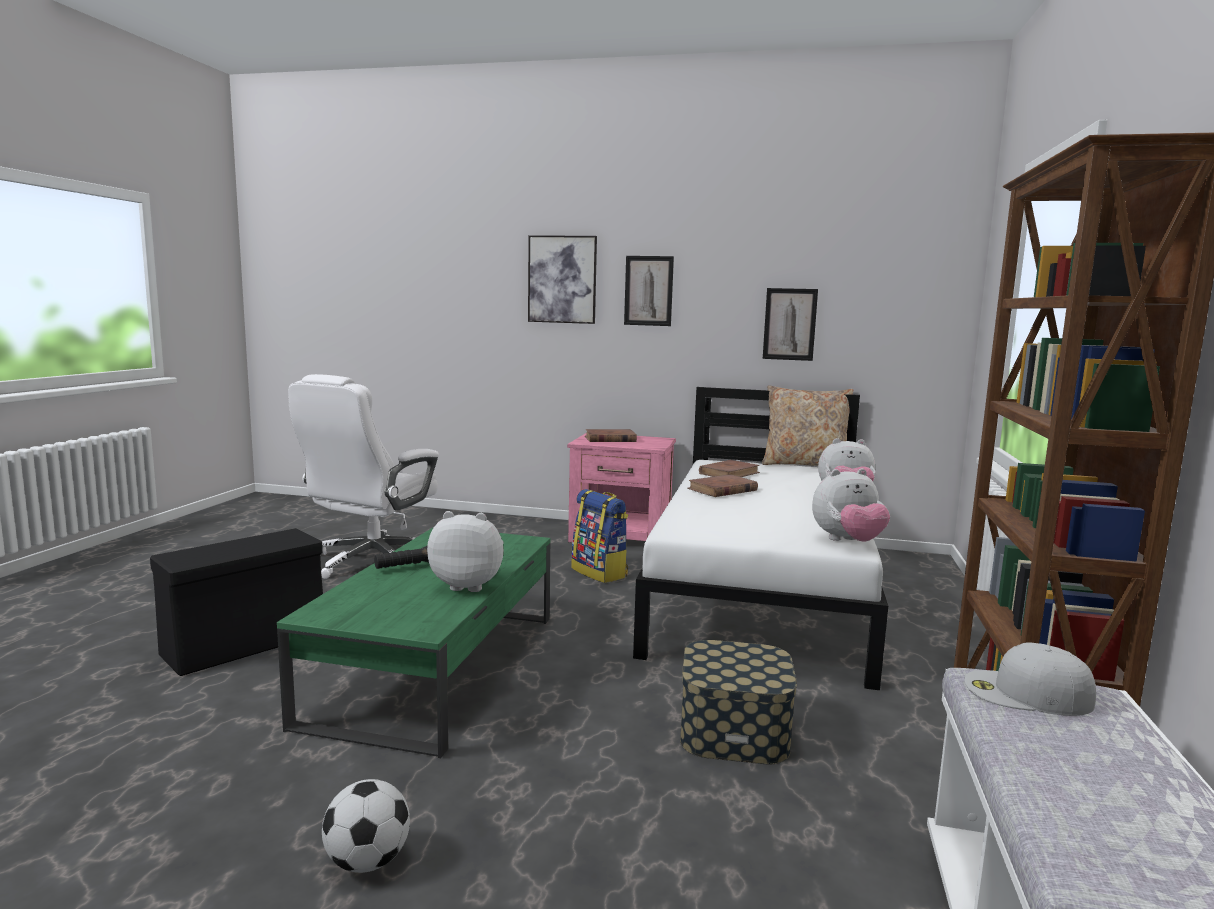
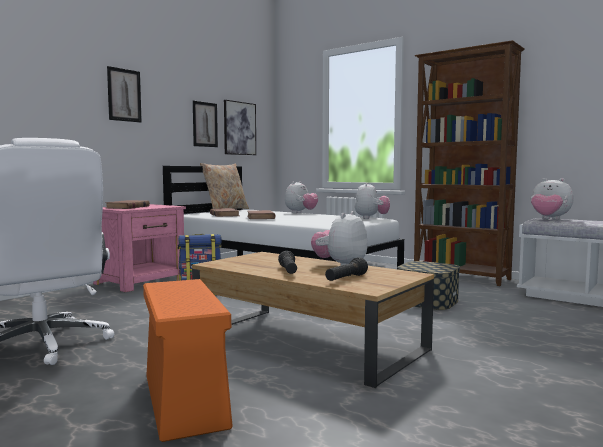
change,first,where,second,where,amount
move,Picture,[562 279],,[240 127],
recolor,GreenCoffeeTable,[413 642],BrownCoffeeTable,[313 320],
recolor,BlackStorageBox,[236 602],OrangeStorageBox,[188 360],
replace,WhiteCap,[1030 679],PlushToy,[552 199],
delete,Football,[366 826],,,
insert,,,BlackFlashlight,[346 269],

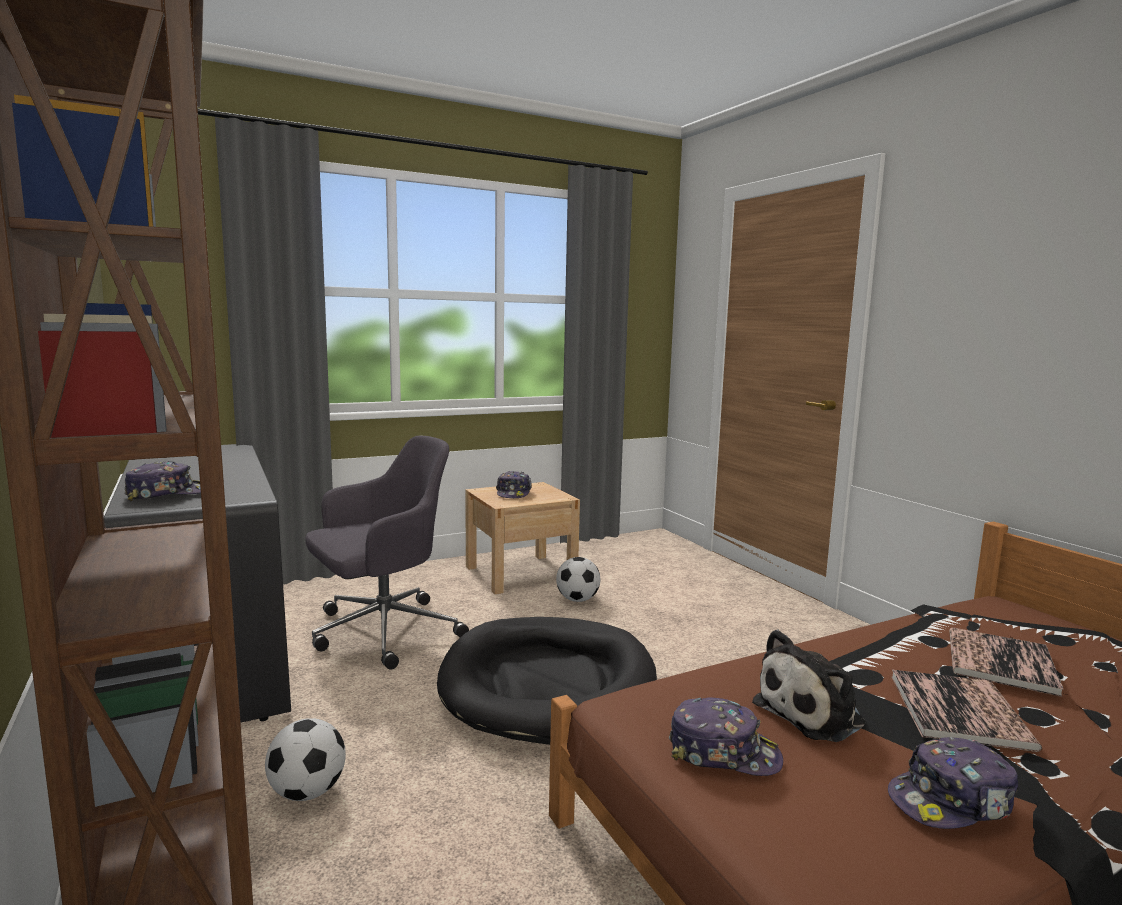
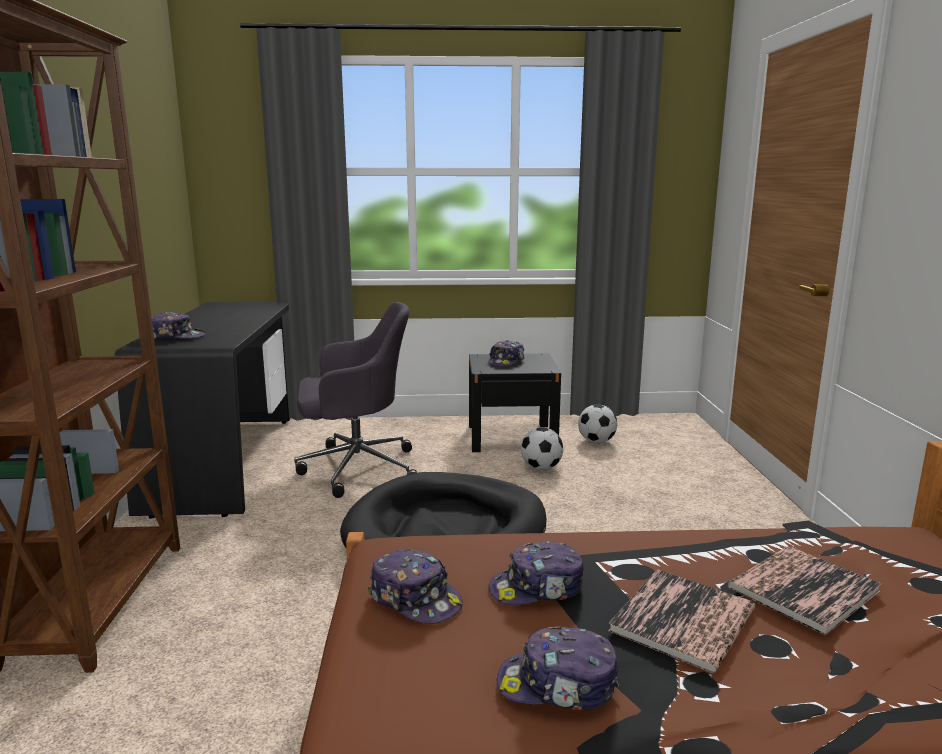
change,first,where,second,where,amount
recolor,BeigeNightstand,[522 538],BlackNightstand,[515 403],
replace,PlushToy,[808 686],Cap,[536 573],
move,Football,[305 759],,[597 423],

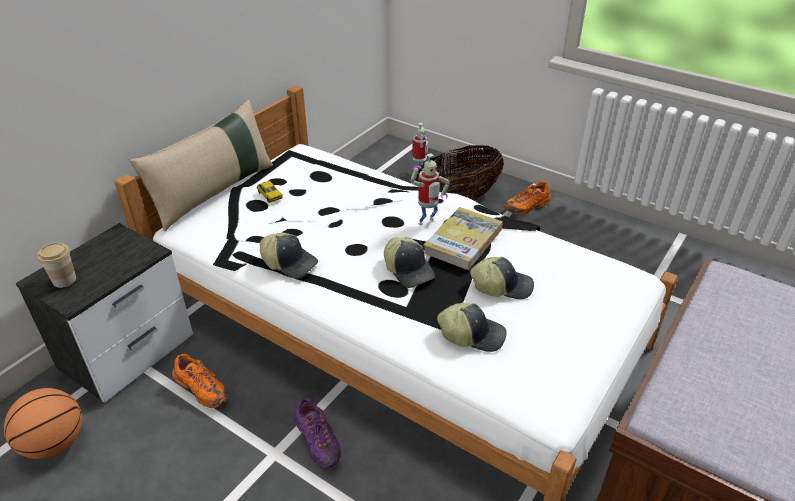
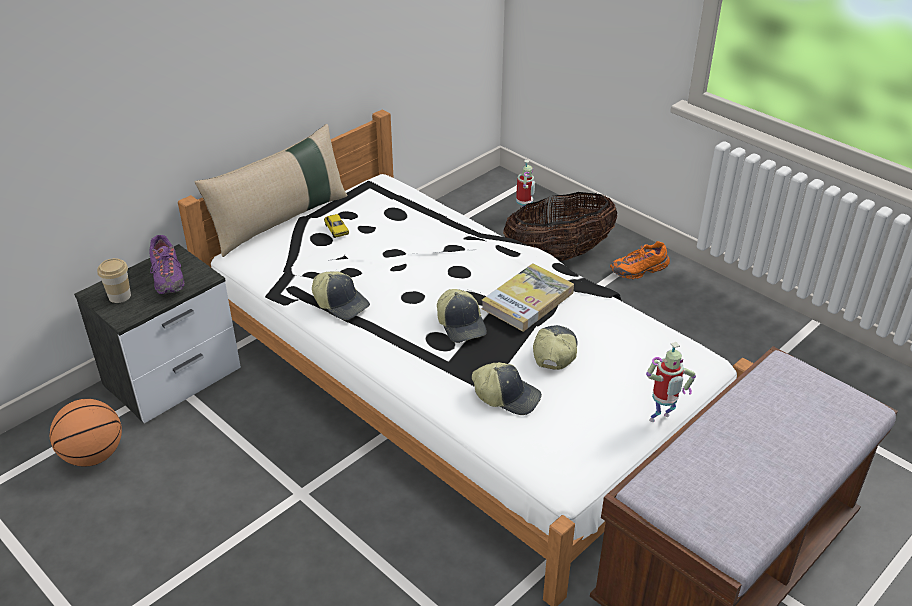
change,first,where,second,where,amount
move,ToyRobot,[430 189],,[671 382],
rotate,Cap,[502 278],,[555 347],90 degrees counterclockwise
delete,OrangeShoe,[200 381],,,
move,PurpleShoe,[317 433],,[167 264],

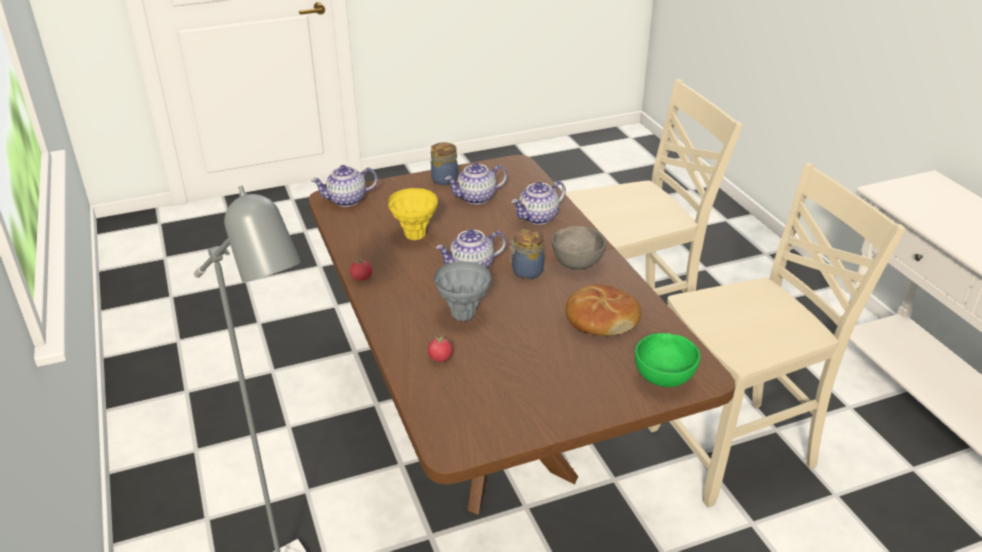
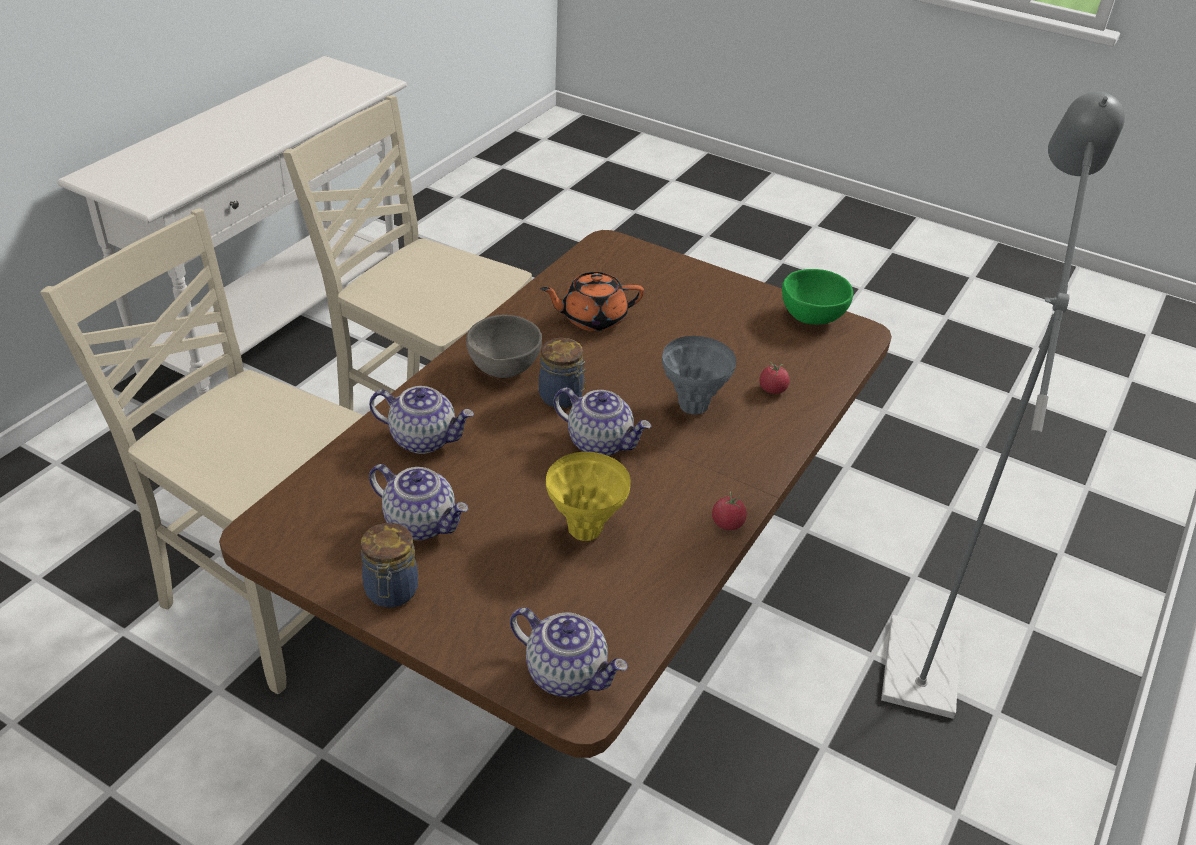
change,first,where,second,where,amount
replace,Bread,[603 310],OrangeTeapot,[592 301],
move,GreenBowl,[668 360],,[817 297],

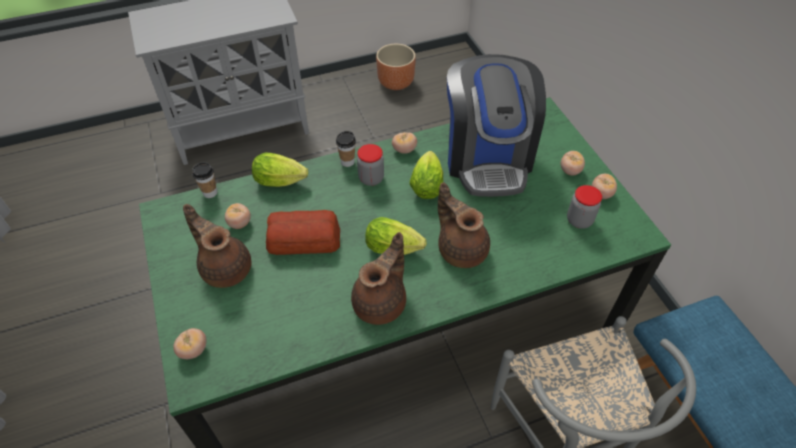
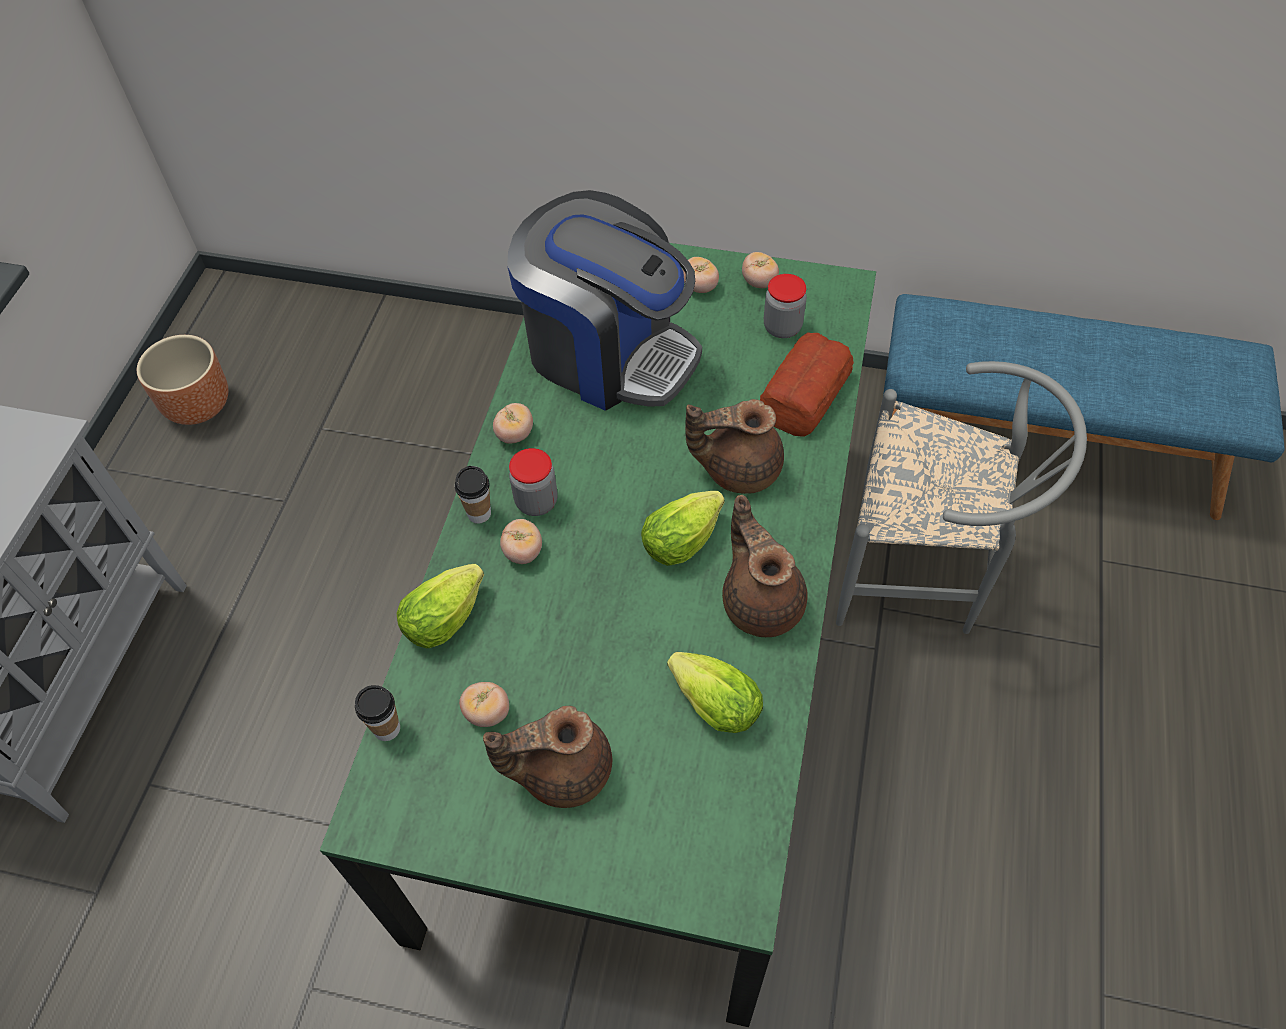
change,first,where,second,where,amount
move,Lettuce,[426 175],,[715 692],
move,Bread,[303 232],,[807 384],
move,Tomato,[189 343],,[521 541],

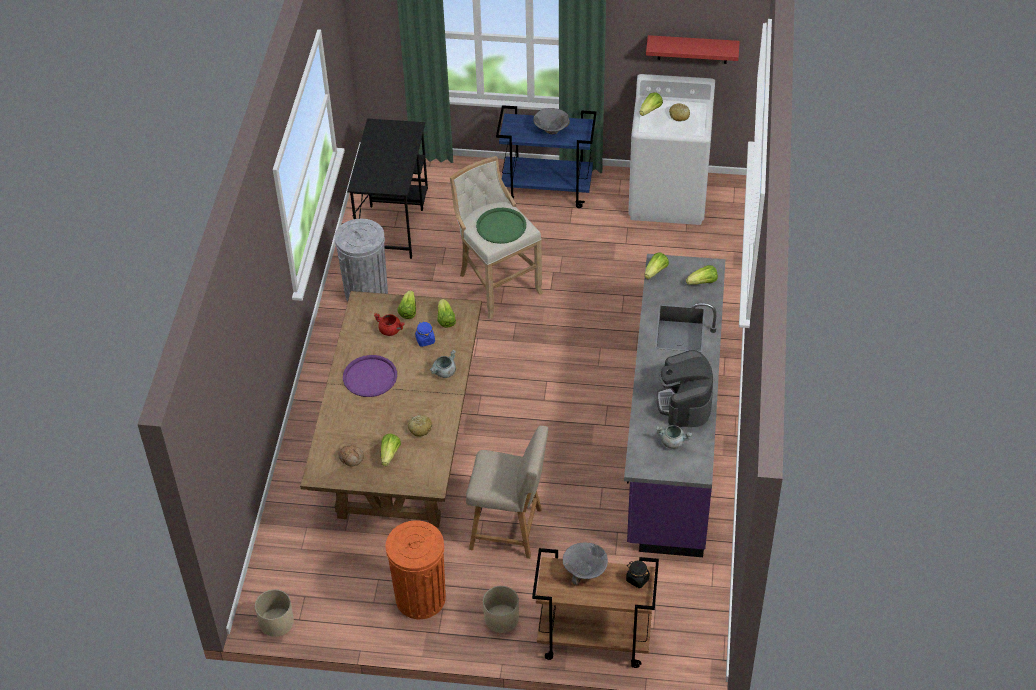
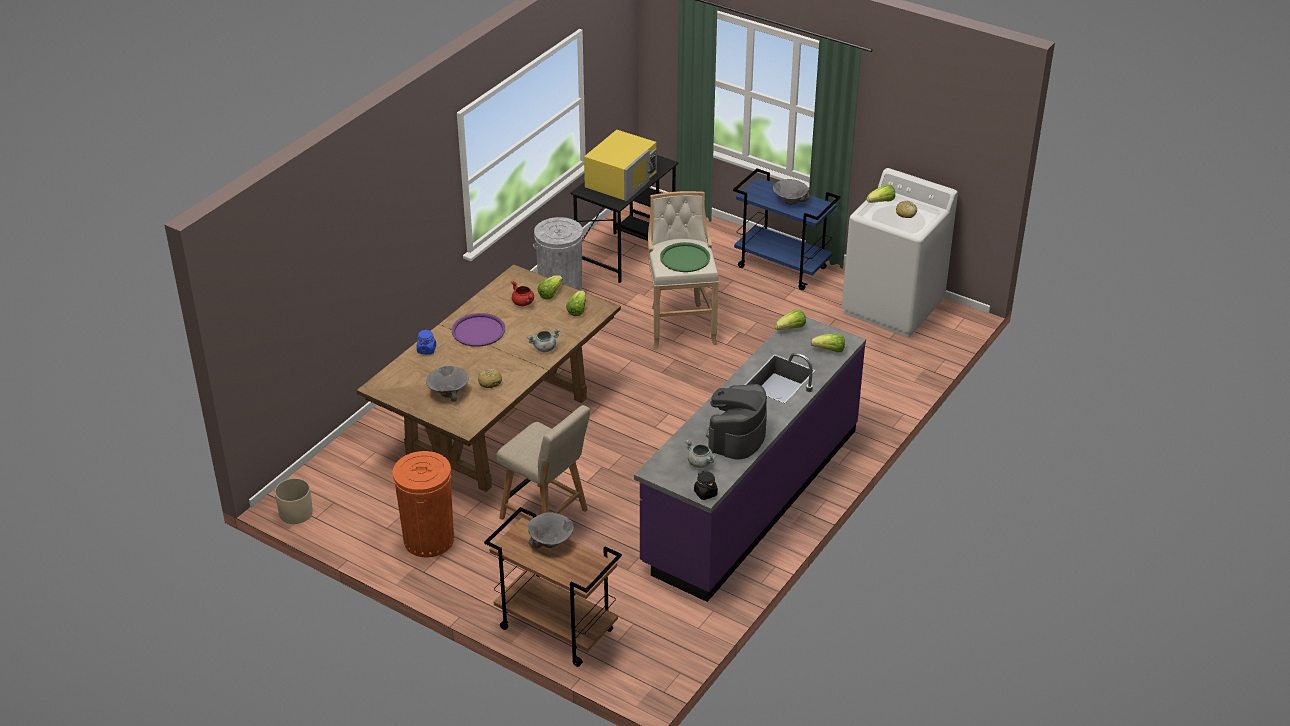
change,first,where,second,where,amount
delete,RedShelf,[693 49],,,
move,BlueJar,[425 334],,[426 342],
replace,Lettuce,[391 449],GreyBowl,[447 384],
delete,Bread,[351 455],,,
move,BlackJar,[638 574],,[706 485],
delete,BeigePlanter,[501 609],,,
insert,,,YellowMicrowave,[620 165],

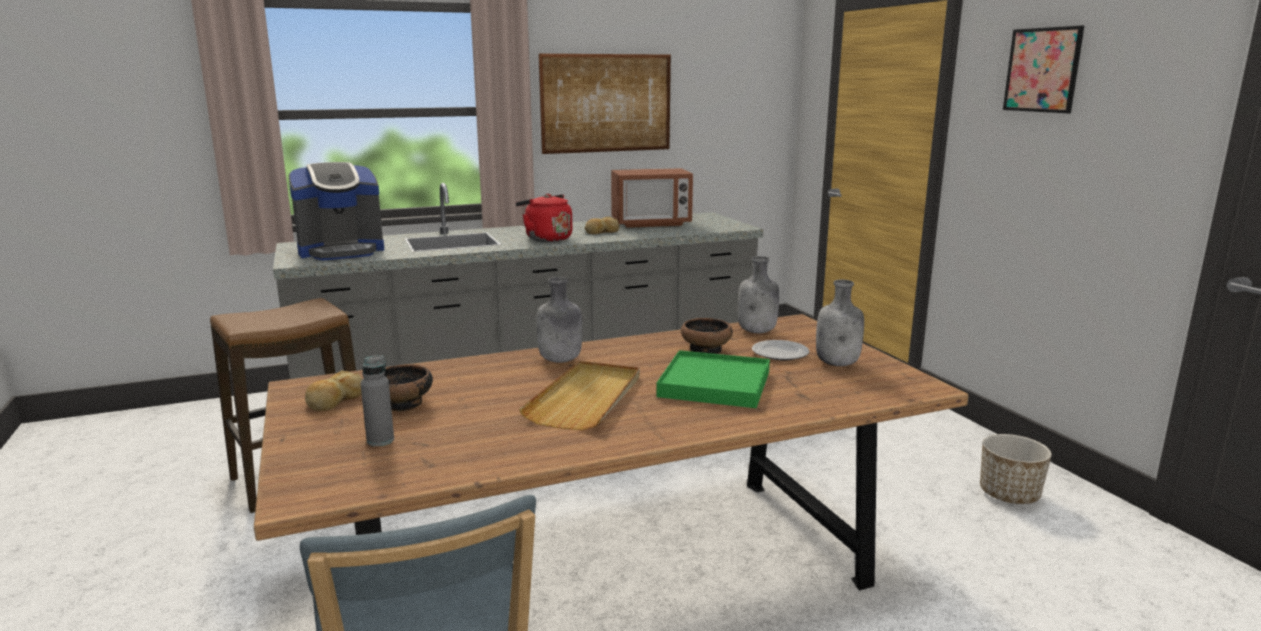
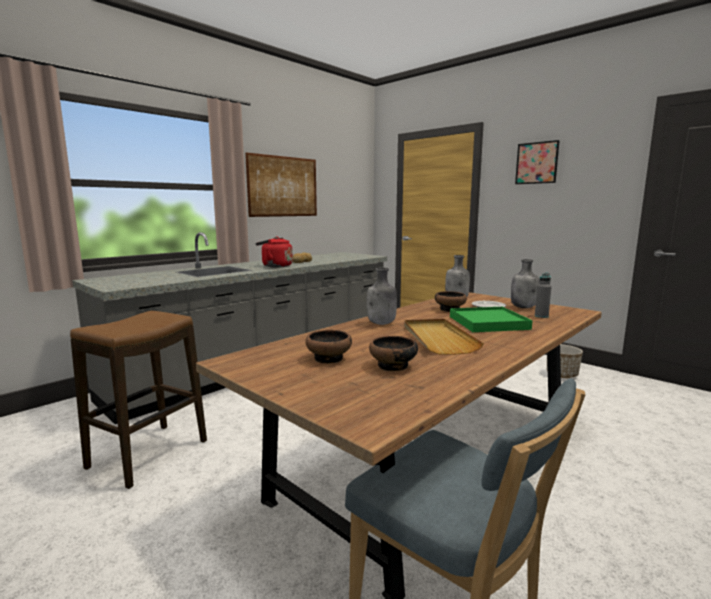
change,first,where,second,where,amount
delete,CoffeeMachine,[336 211],,,
delete,Microwave,[652 198],,,
move,GreyBottle,[377 400],,[543 295],
delete,Bread,[334 390],,,
insert,,,Bowl,[393 353],

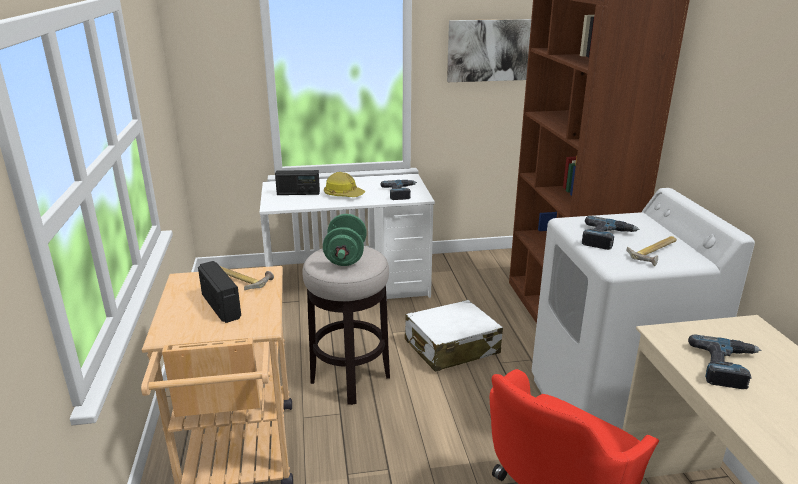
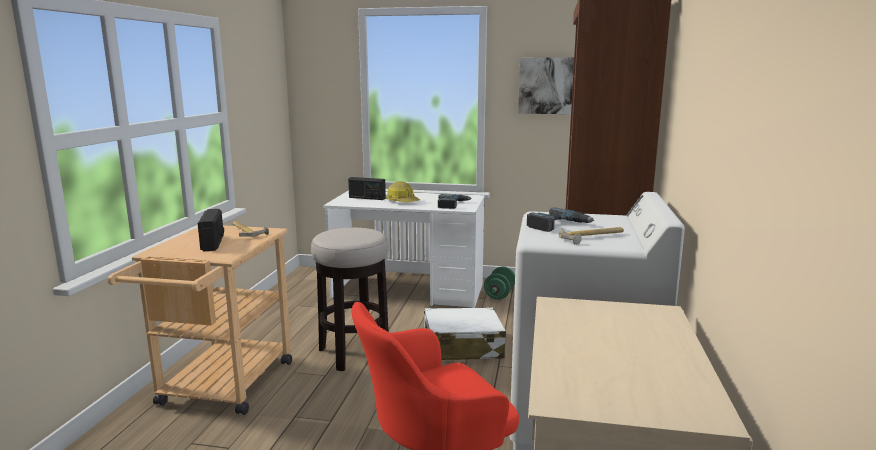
change,first,where,second,where,amount
move,GreenDumbbell,[345 240],,[499 283],
delete,PowerDrill,[724 362],,,

